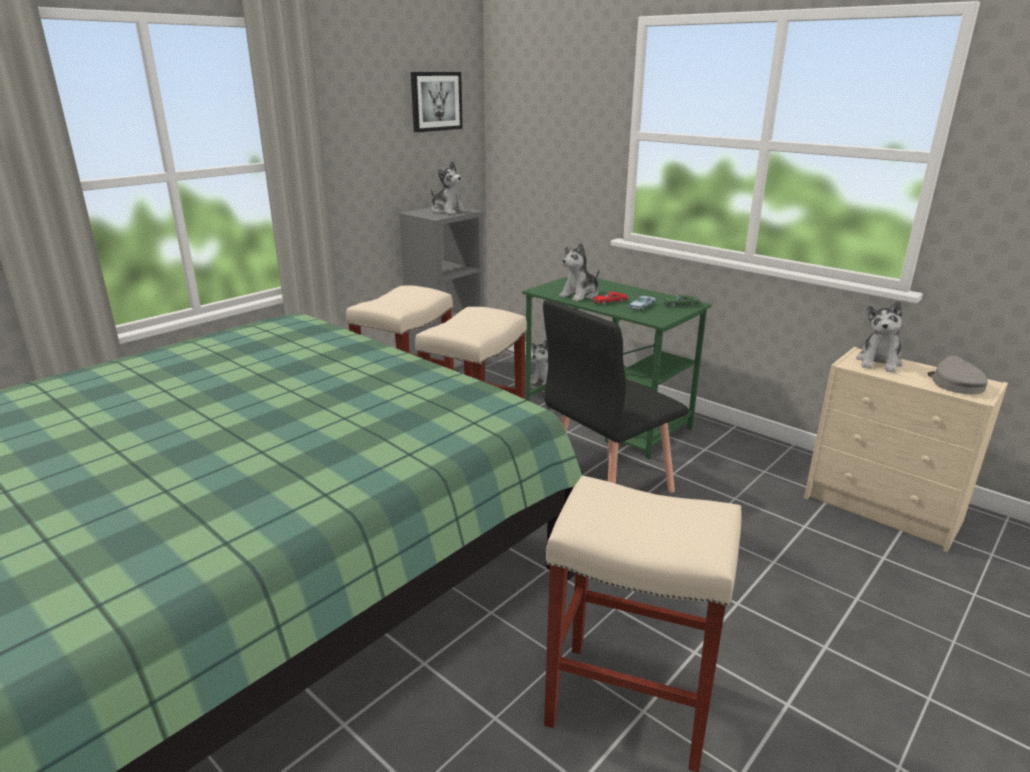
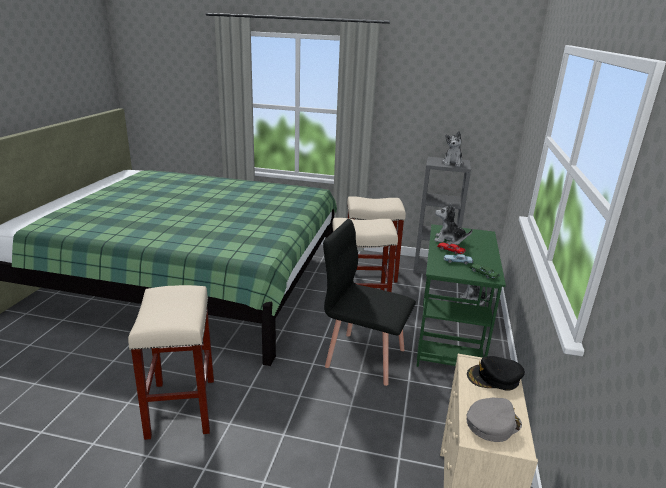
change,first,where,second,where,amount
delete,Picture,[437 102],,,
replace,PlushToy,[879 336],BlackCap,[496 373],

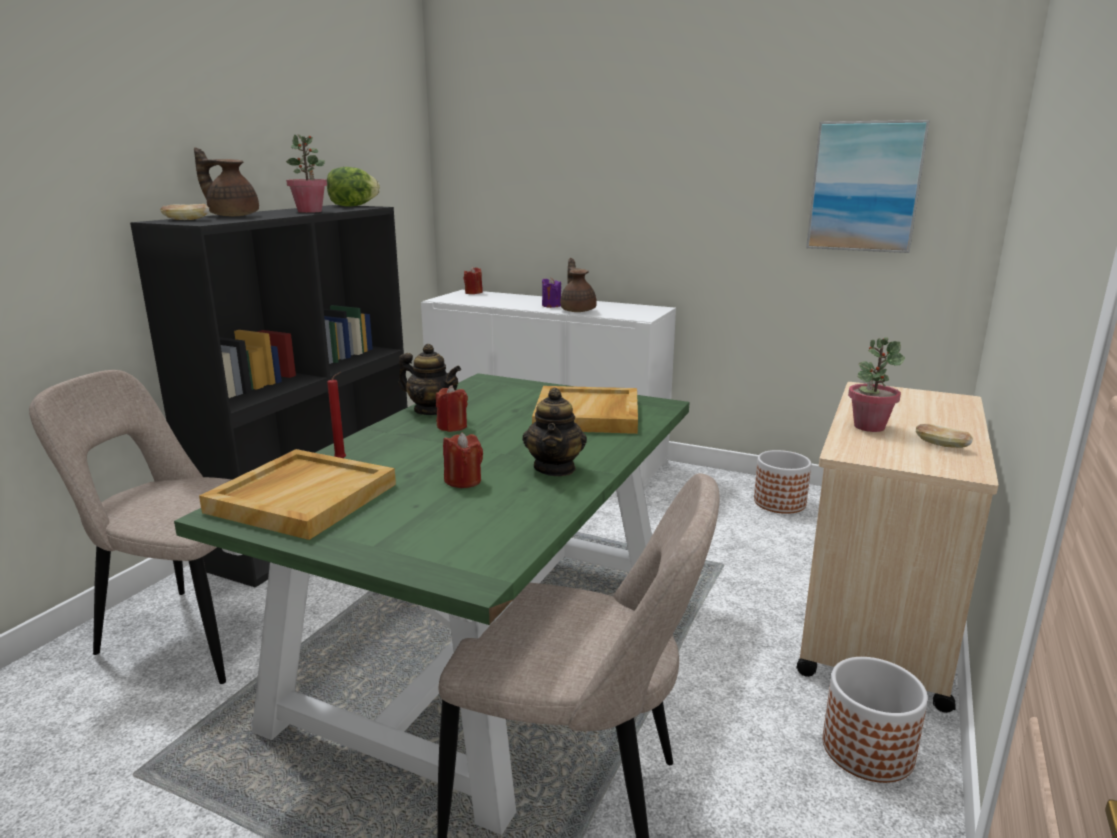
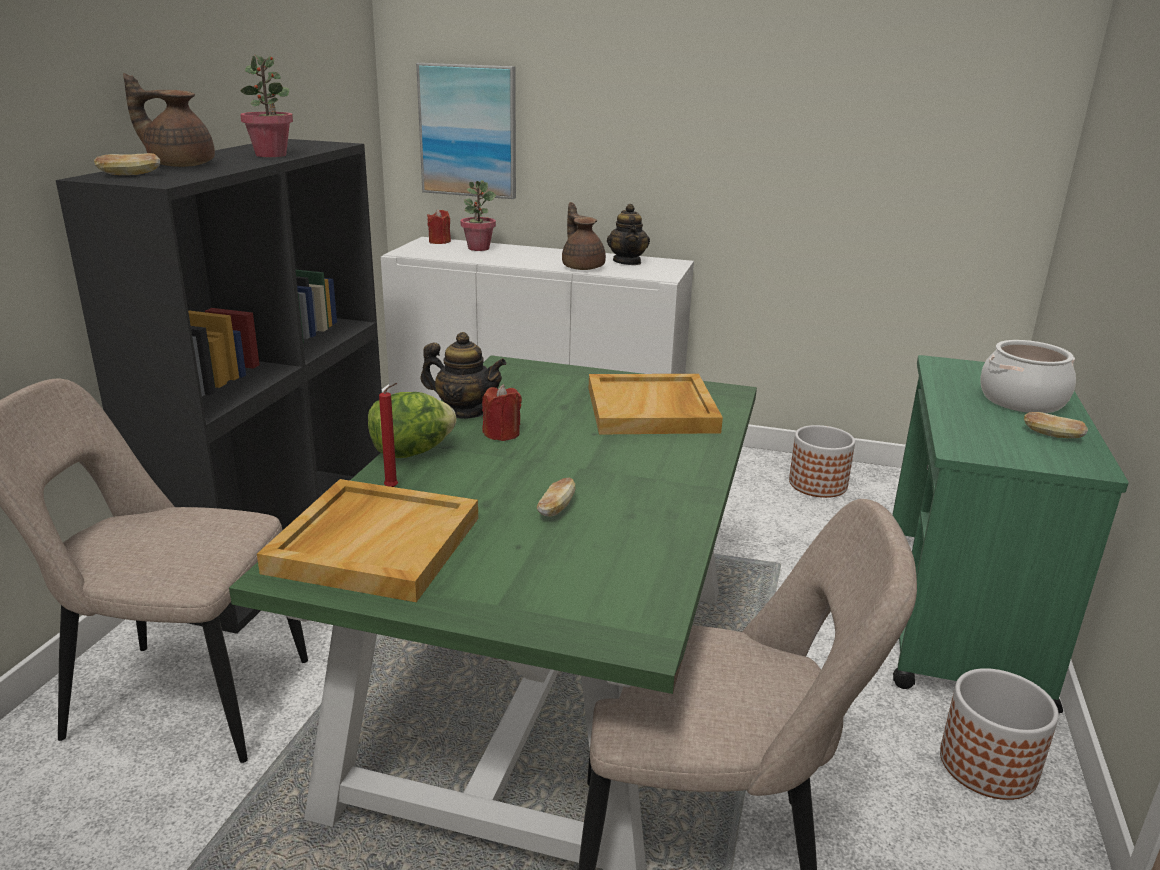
change,first,where,second,where,amount
move,Picture,[868 186],,[466 131],
move,Lettuce,[353 187],,[412 425],
delete,PurpleCandle,[551 292],,,
move,PottedPlant,[876 384],,[478 215],
recolor,BeigeCart,[897 547],GreenCart,[1010 534],
move,Teapot,[555 432],,[628 234],
replace,RedCandle,[463 460],Bread,[556 497],
insert,,,CookingPot,[1028 376],

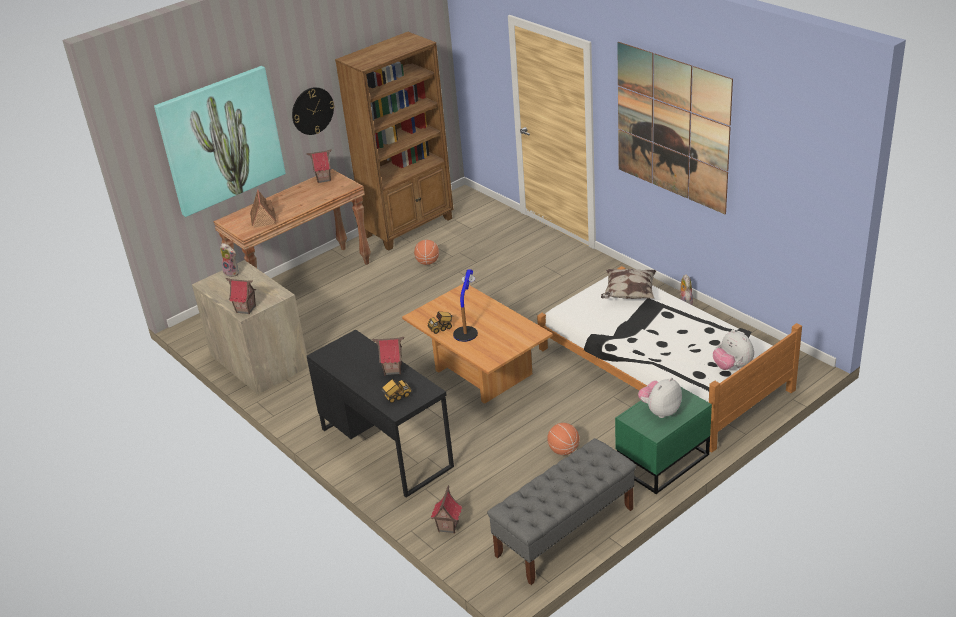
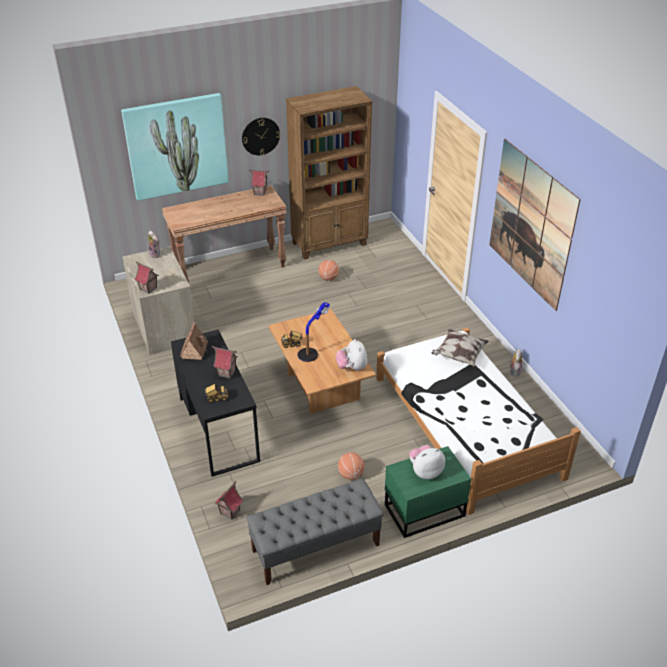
change,first,where,second,where,amount
move,ToyHouse,[263 208],,[194 341],
move,PlushToy,[733 350],,[351 355],

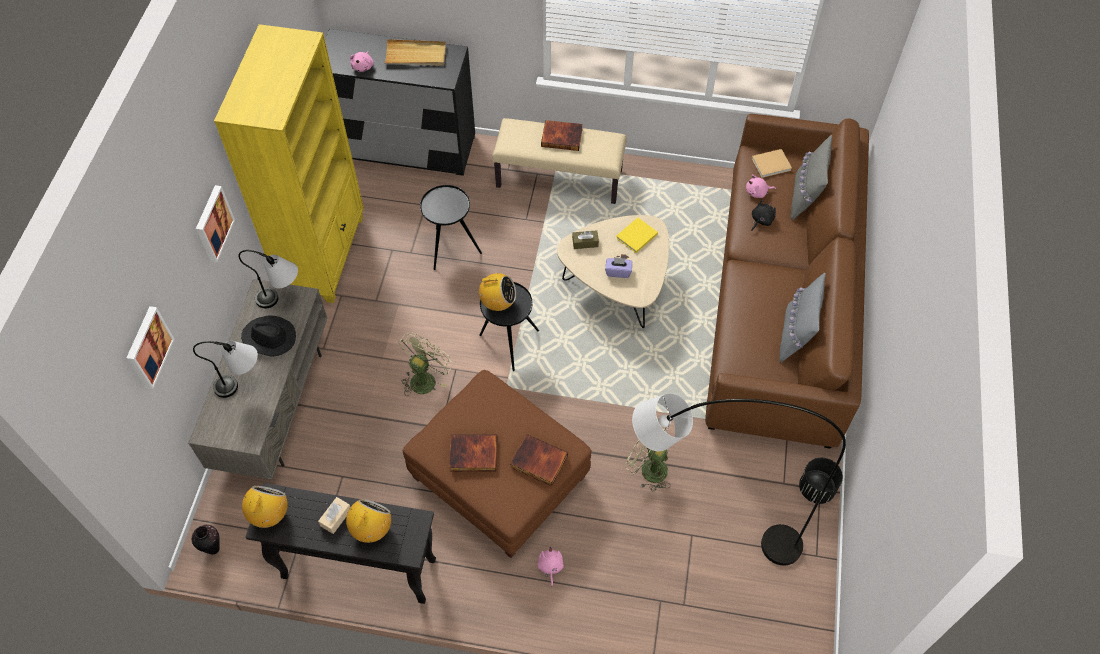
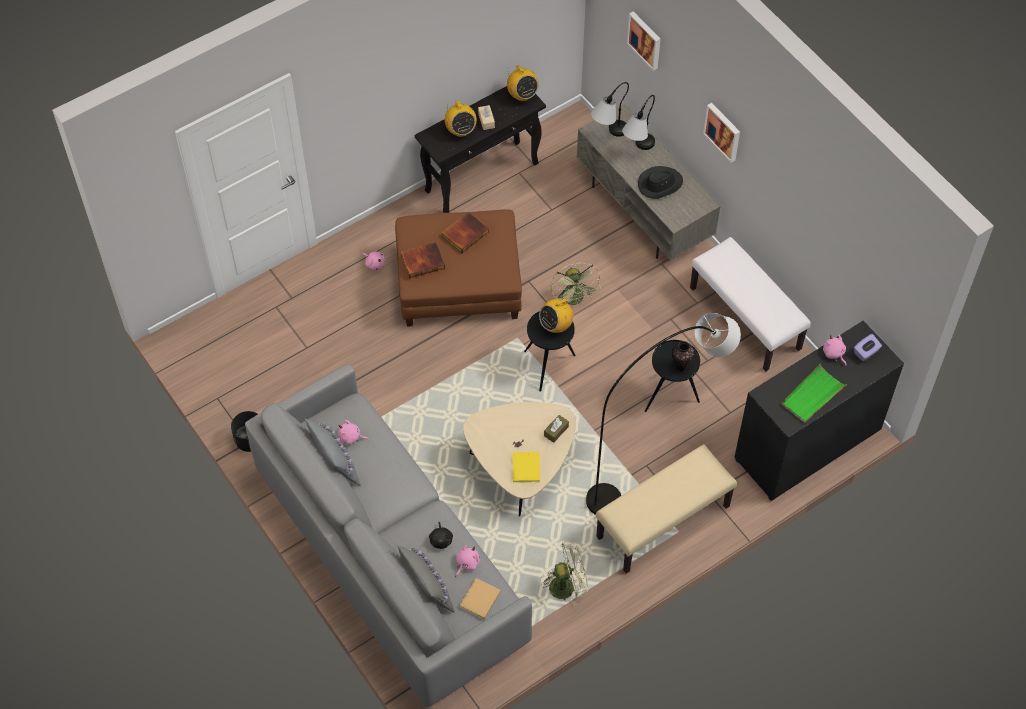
change,first,where,second,where,amount
replace,YellowBookcase,[289 163],WhiteBench,[750 304],
recolor,BeigeTray,[415 52],GreenTray,[814 393],
recolor,BrownSofa,[787 281],GreySofa,[388 535],
delete,Book,[562 135],,,
move,TableLamp,[268 279],,[610 109],
move,PurpleTissueBox,[618 267],,[868 348],
move,GreyFloorLamp,[739 479],,[663 414],
move,GreenFan,[647 459],,[564 573],
move,Vase,[206 540],,[683 356],
insert,,,PinkPlushToy,[353 432],

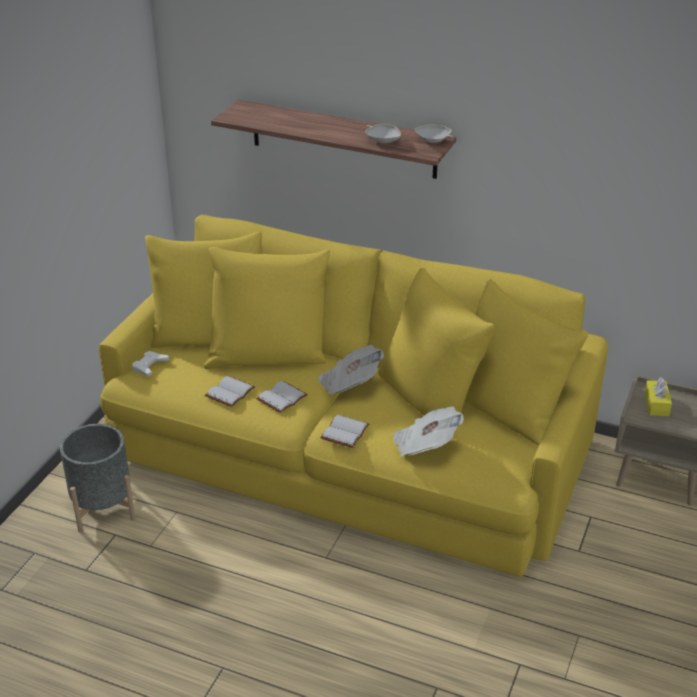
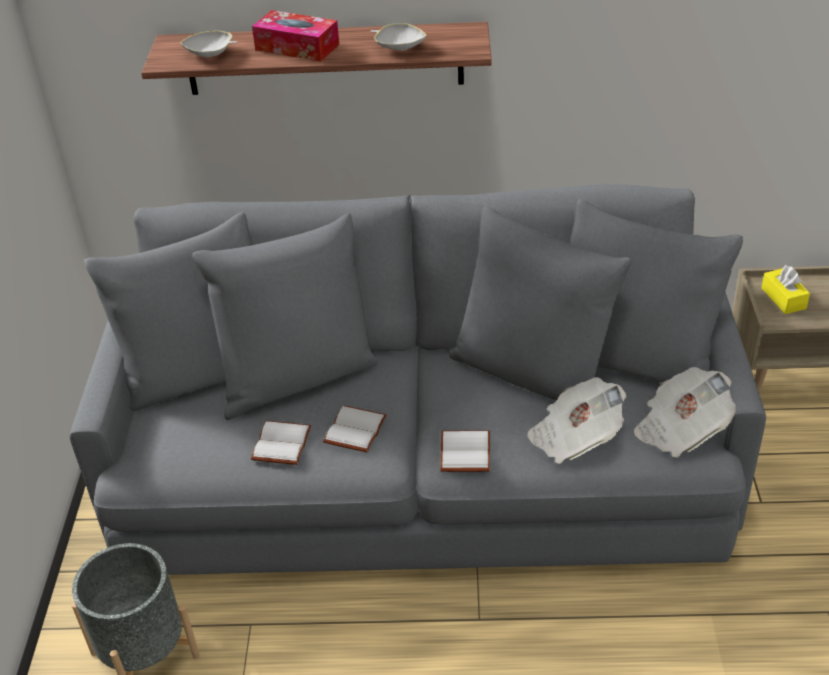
change,first,where,second,where,amount
move,WhiteBowl,[434 134],,[209 44],
recolor,YellowSofa,[353 396],GreySofa,[418 379],
move,Newspaper,[351 370],,[685 412],
delete,WhiteGameController,[151 363],,,
insert,,,TissueBox,[295 36],

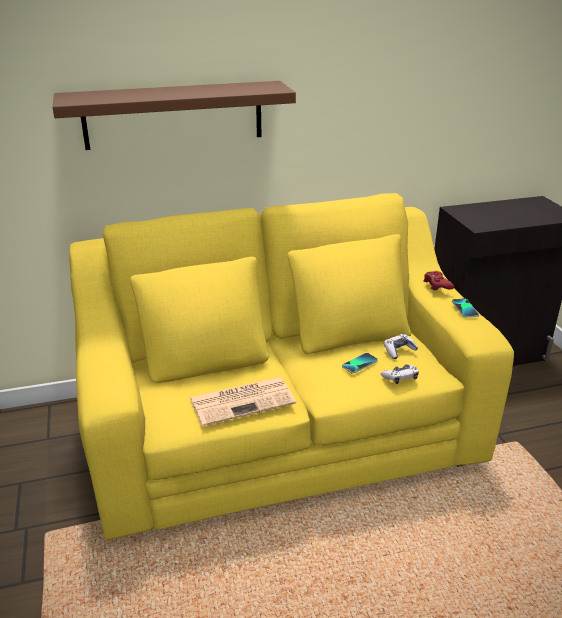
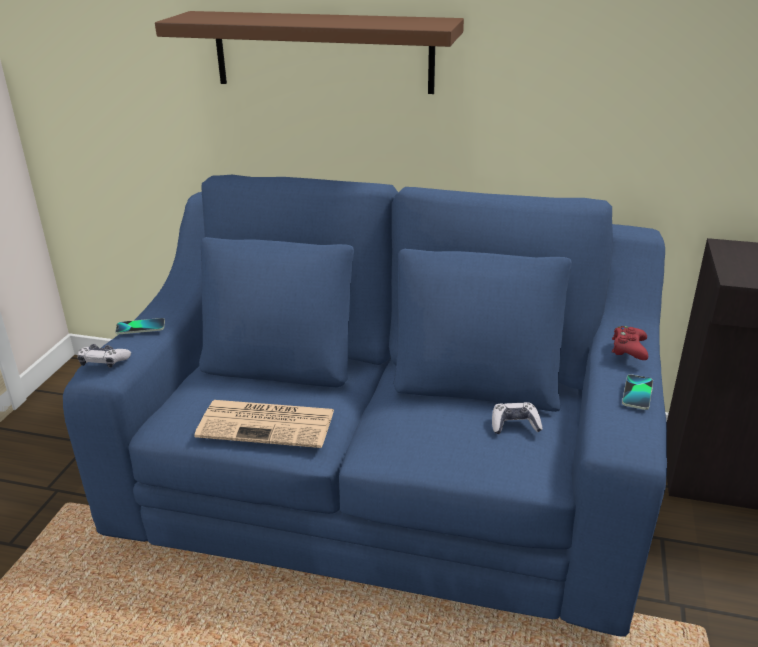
change,first,where,second,where,amount
recolor,YellowSofa,[291 366],BlueSofa,[365 405],
move,Phone,[360 363],,[140 326],
move,GameController,[400 374],,[104 356],

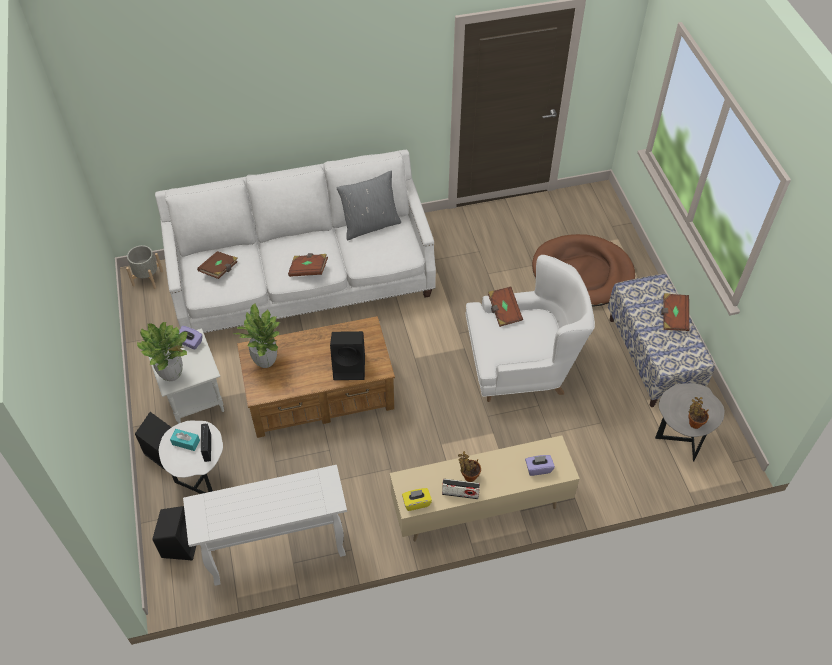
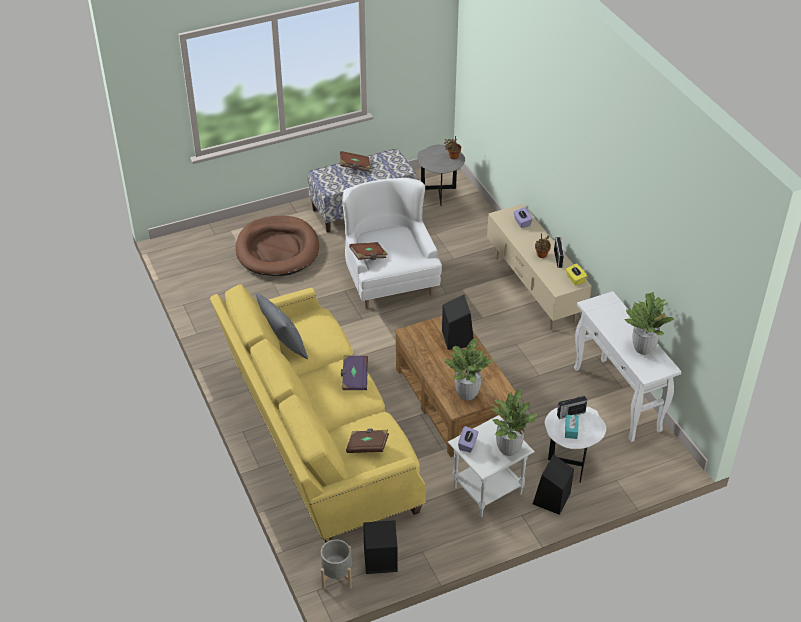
change,first,where,second,where,amount
recolor,WhiteSofa,[295 241],YellowSofa,[318 413],
recolor,BrownBook,[308 265],PurpleBook,[354 372],
move,BlackSpeaker,[174 533],,[380 547],
insert,,,PottedPlant,[649 323],

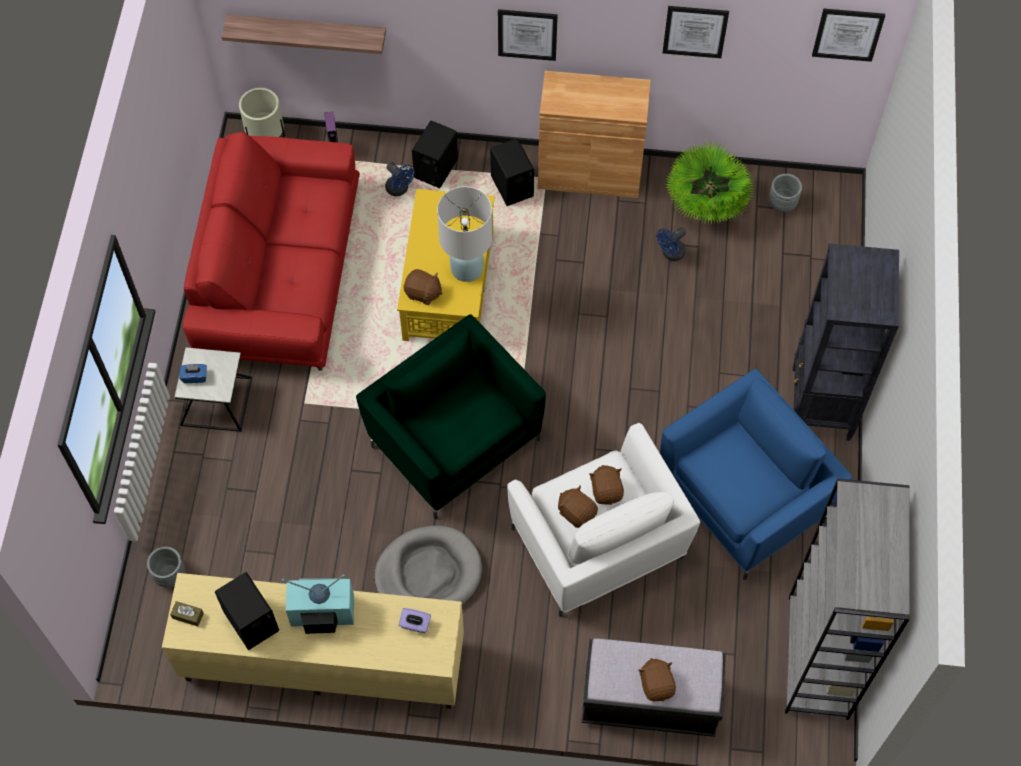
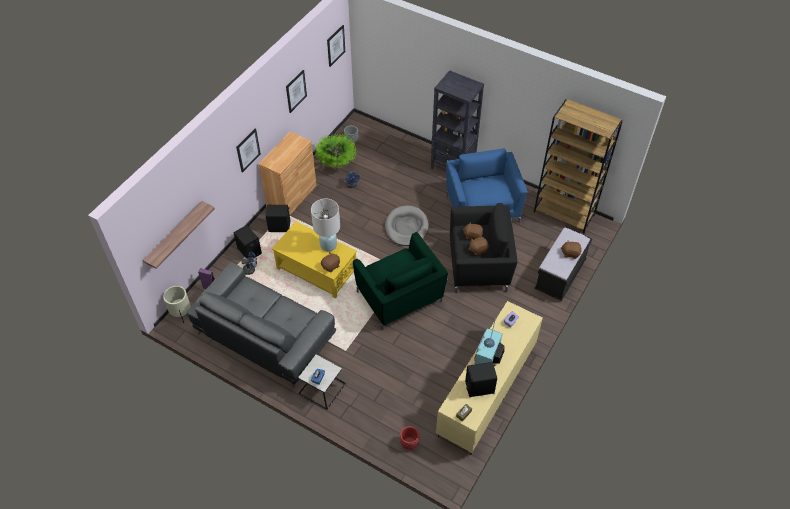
change,first,where,second,where,amount
recolor,RedSofa,[271 251],GreySofa,[261 325],
rotate,GreenArmchair,[451 416],,[400 281],105 degrees counterclockwise
recolor,WhiteArmchair,[603 520],BlackArmchair,[483 248],
recolor,GreyBookcase,[847 599],BrownBookcase,[578 166],
move,GreyDogBed,[428 565],,[407 226],
recolor,GreyPlanter,[166 567],RedPlanter,[409 438],

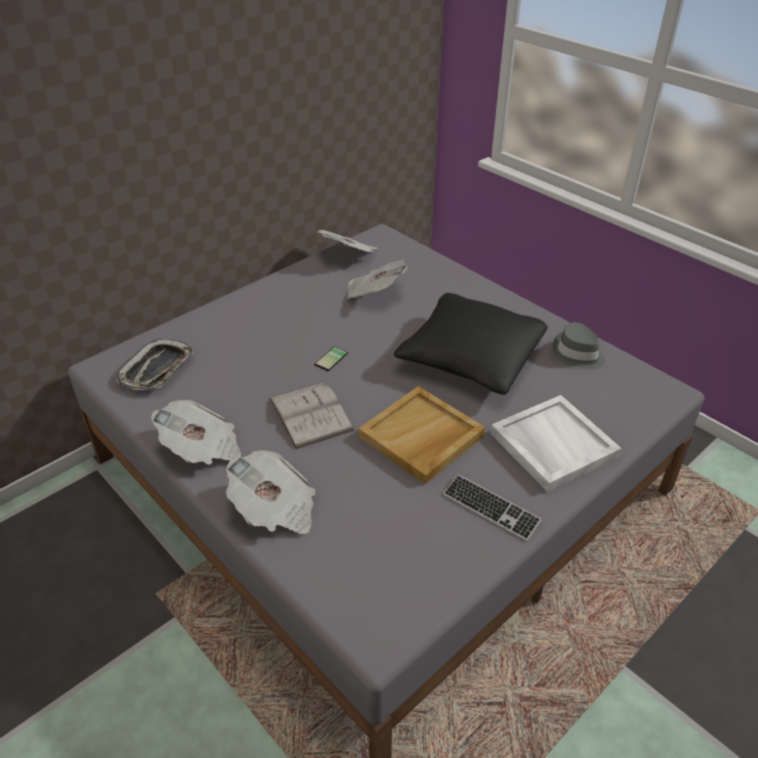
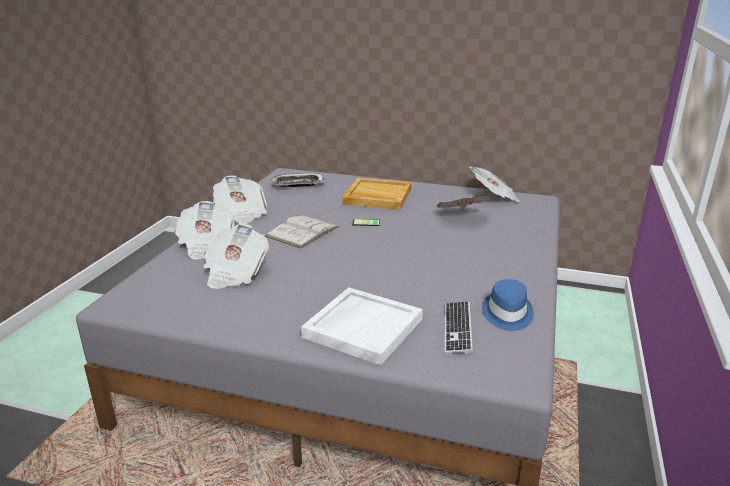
change,first,where,second,where,amount
delete,BlackPillow,[471 344],,,
recolor,GreyHat,[579 345],BlueHat,[508 305],
move,BeigeTray,[421 435],,[376 194],
move,Keyboard,[492 508],,[459 327],
insert,,,Newspaper,[236 256],

